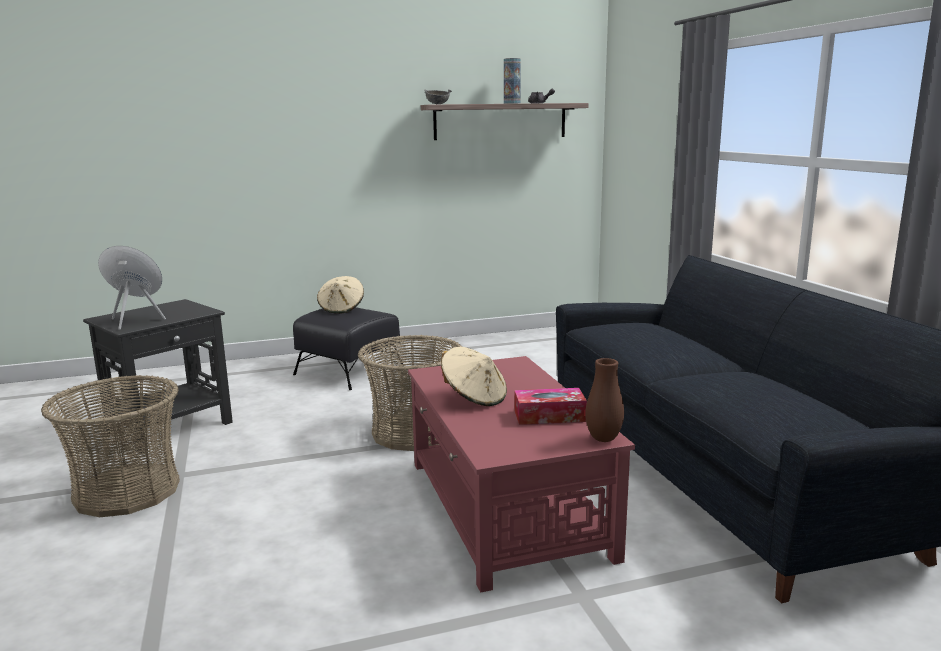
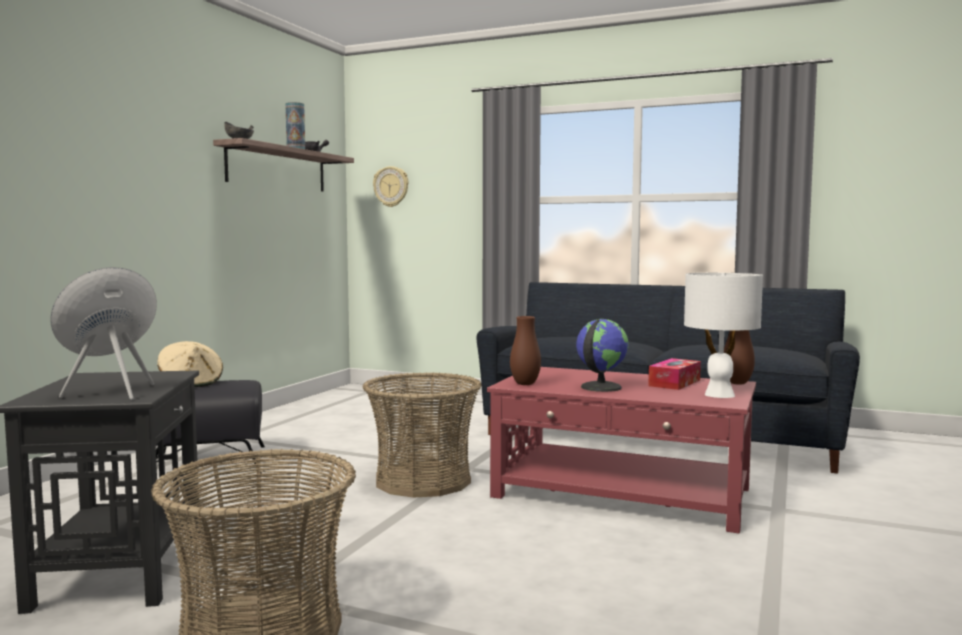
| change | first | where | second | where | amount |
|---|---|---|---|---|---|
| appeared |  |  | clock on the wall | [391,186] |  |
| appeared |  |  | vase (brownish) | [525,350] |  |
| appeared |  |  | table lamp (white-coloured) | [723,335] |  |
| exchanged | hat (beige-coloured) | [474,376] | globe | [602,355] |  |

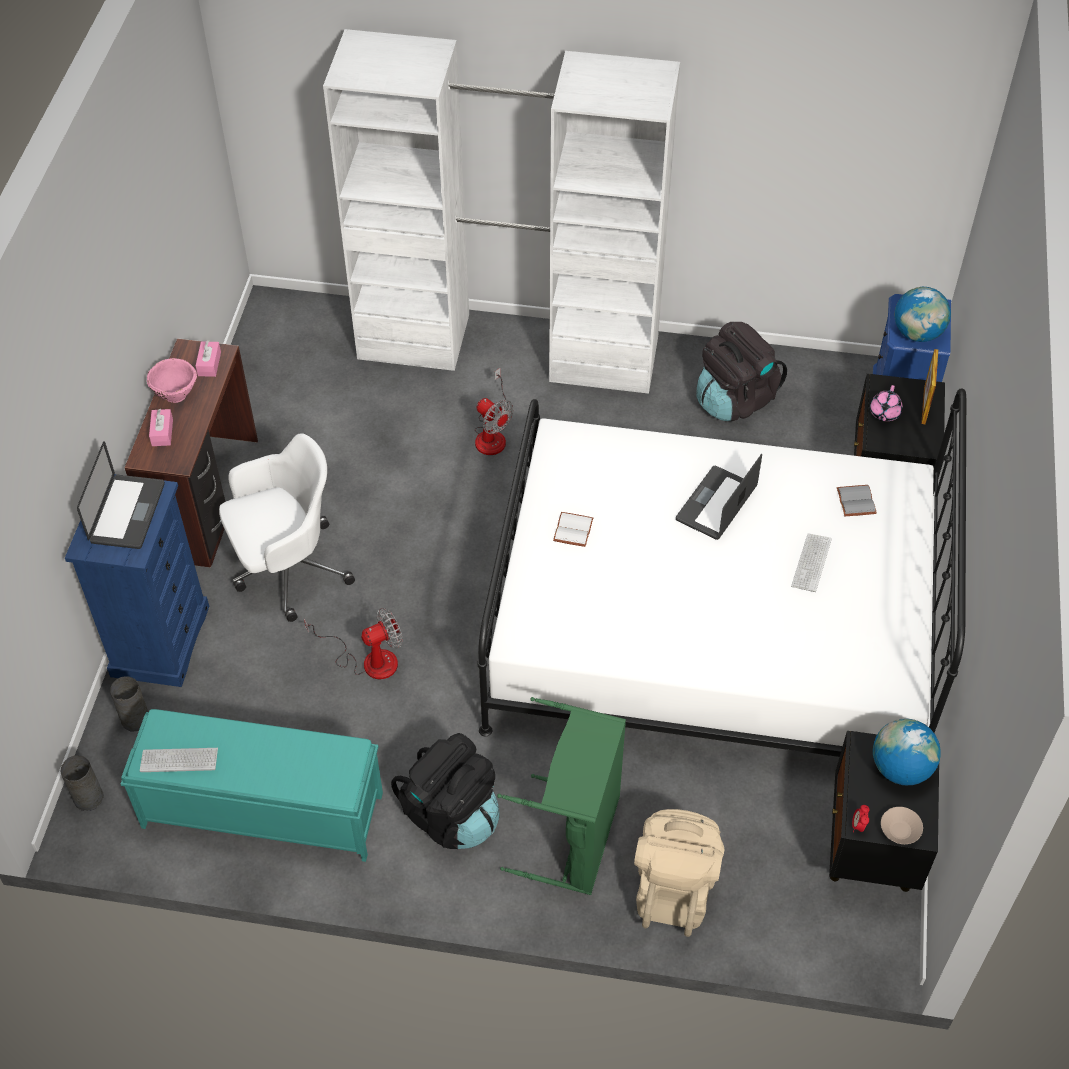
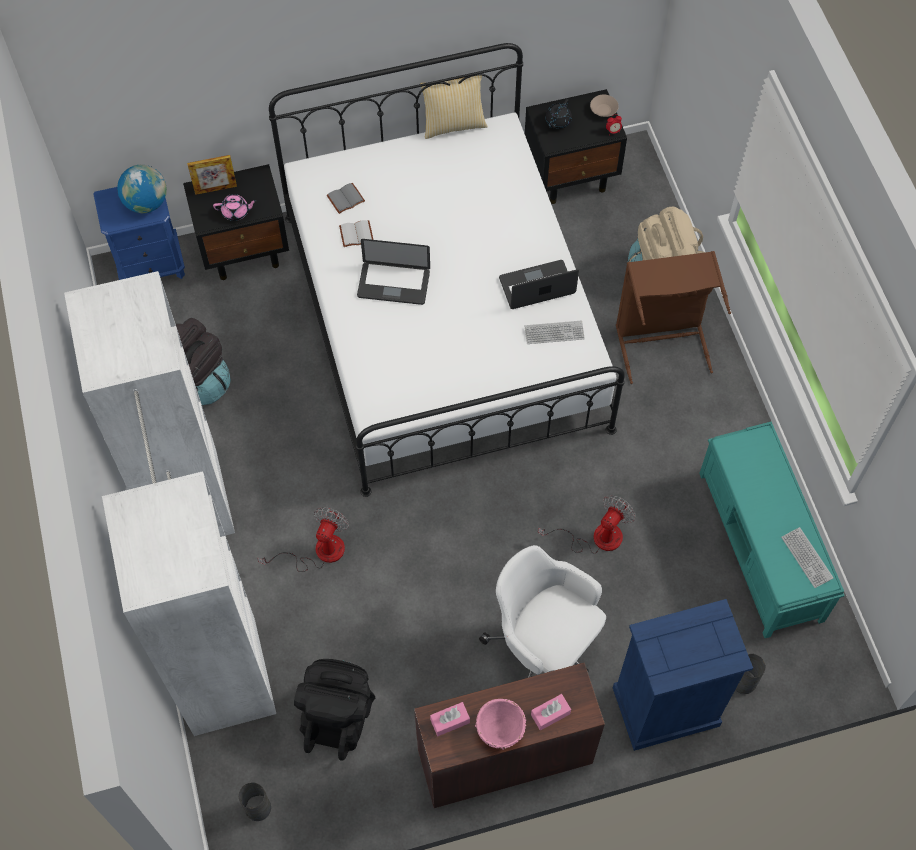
| change | first | where | second | where | amount |
|---|---|---|---|---|---|
| appeared |  |  | throw pillow | [454,106] |  |
| relocated | vase (gray) | [82,783] |  | [255,801] |  |
| relocated | notebook computer | [121,495] |  | [539,284] |  |
| relocated | knapsack (black) | [445,791] |  | [334,710] |  |
| relocated | volume (white-coloured) | [573,529] |  | [356,233] |  |
| relocated | PC keyboard | [811,562] |  | [555,332] |  |
| exchanged | globe | [907,751] | pot for tea (black) | [558,114] |  |
| colour | washing basket (greenish) | [561,796] | washing basket (brownish) | [673,317] |  |
| spun | fan | [353,643] |  | [586,524] | 90 degrees clockwise |

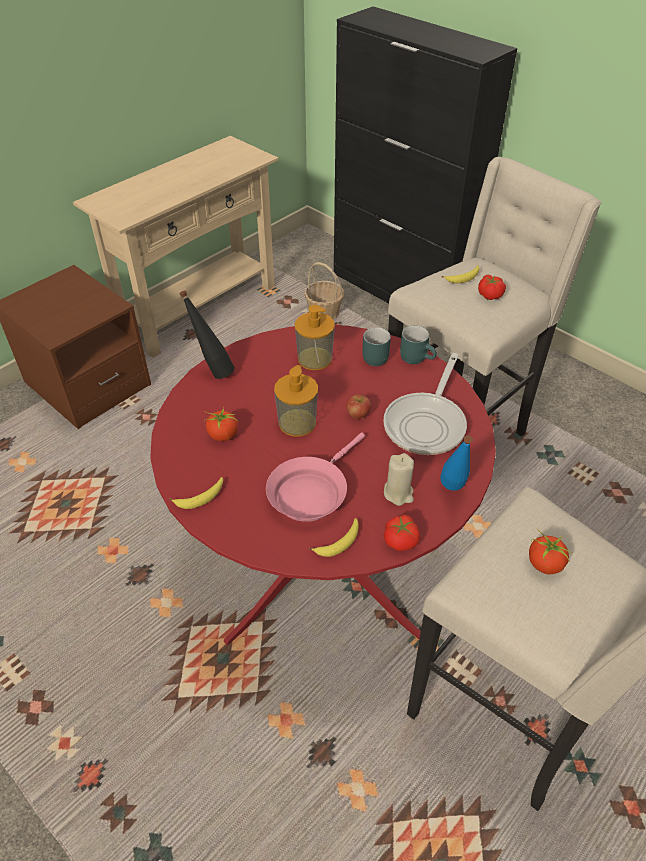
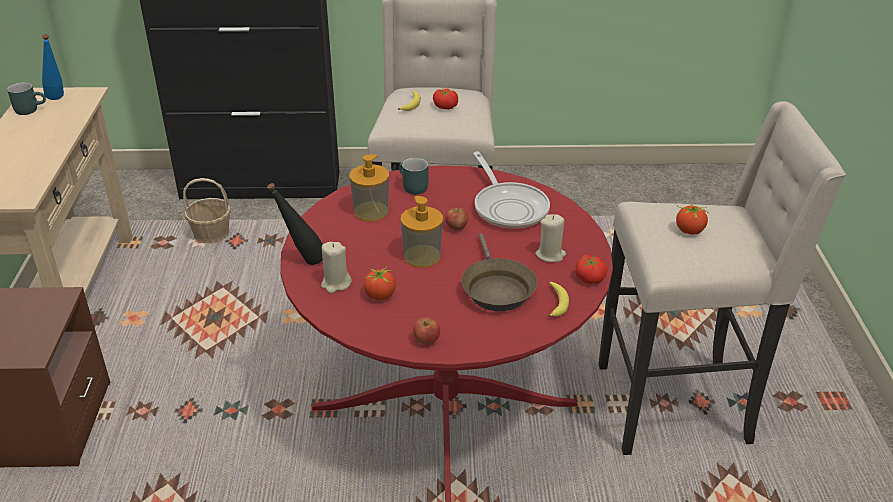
| change | first | where | second | where | amount |
|---|---|---|---|---|---|
| appeared |  |  | wax candle (beige-coloured) | [336,267] |  |
| relocated | tea mug (turquoise) | [418,345] |  | [26,98] |  |
| relocated | beverage bottle (bluish) | [456,463] |  | [53,67] |  |
| exchanged | banana | [196,493] | apple fruit | [426,331] |  |
| colour | frying pan (pink-coloured) | [315,477] | frying pan (brownish) | [499,272] |  |

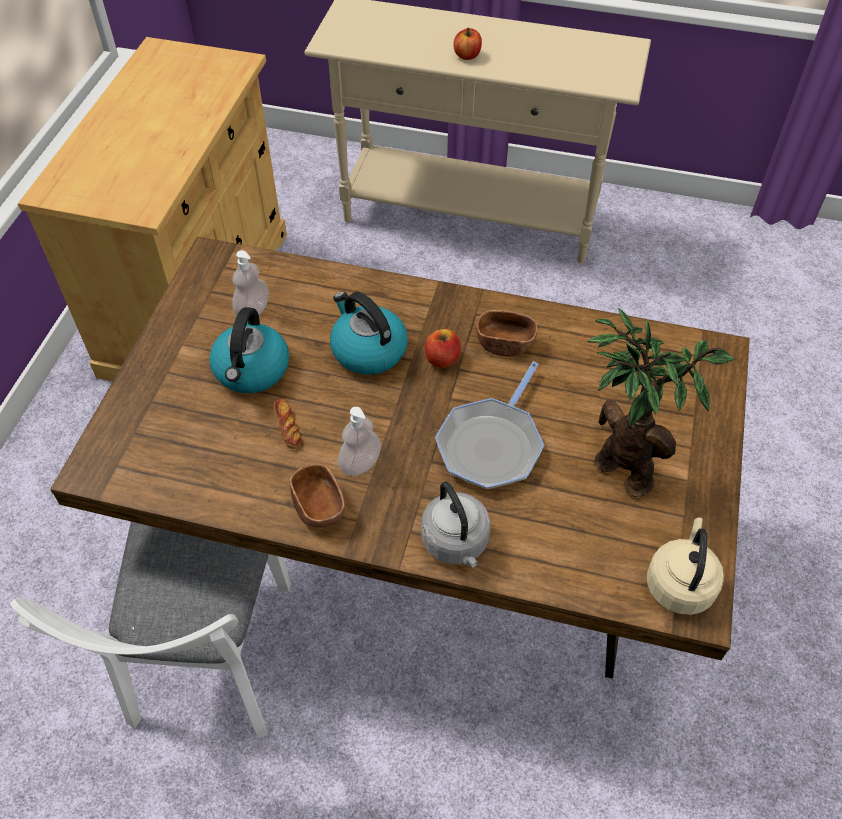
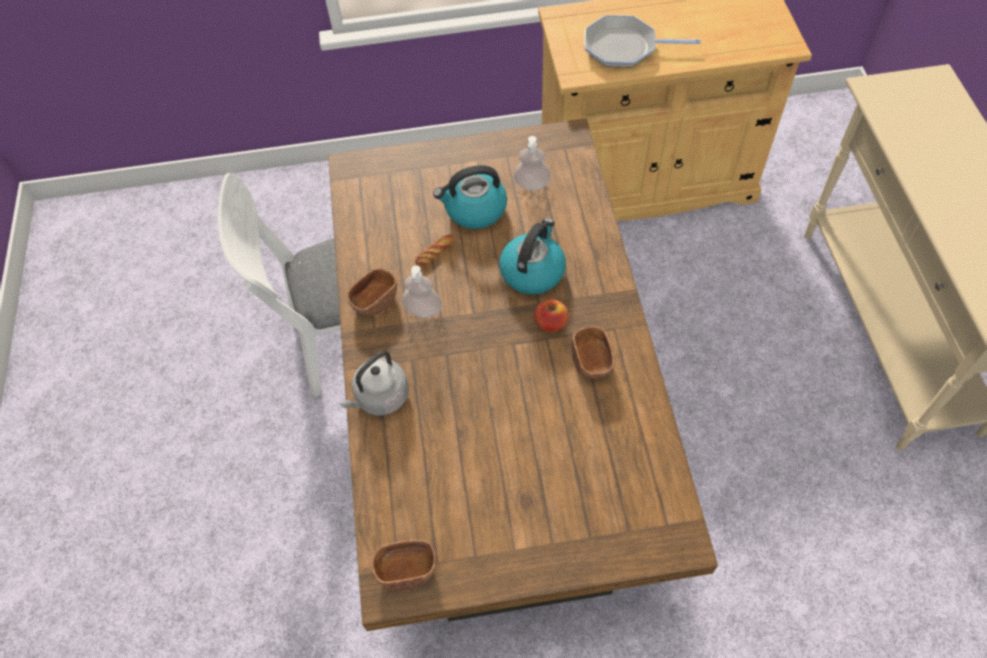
| change | first | where | second | where | amount |
|---|---|---|---|---|---|
| missing | apple fruit | [467,44] |  |  |  |
| missing | potted plant | [661,402] |  |  |  |
| relocated | frying pan | [489,425] |  | [642,41] |  |
| exchanged | water kettle (beige-coloured) | [685,566] | bowl (brownish) | [404,564] |  |

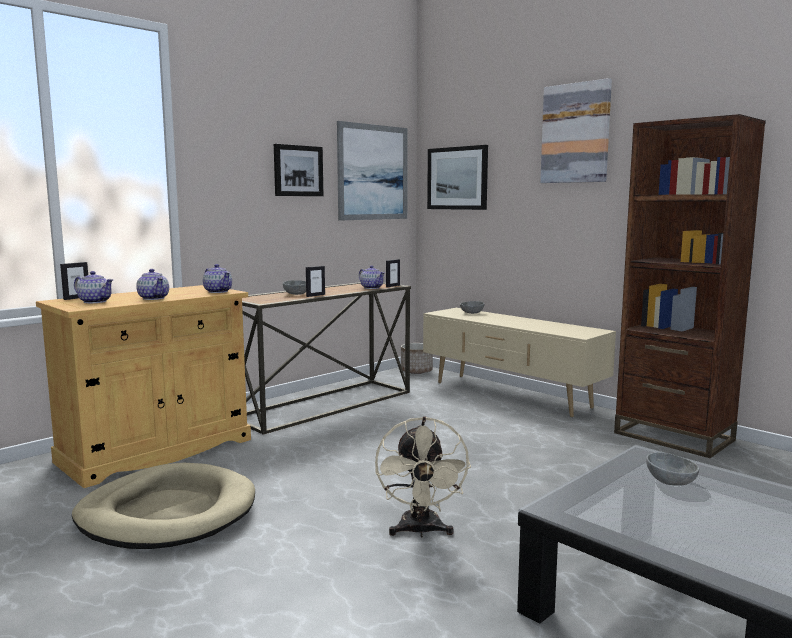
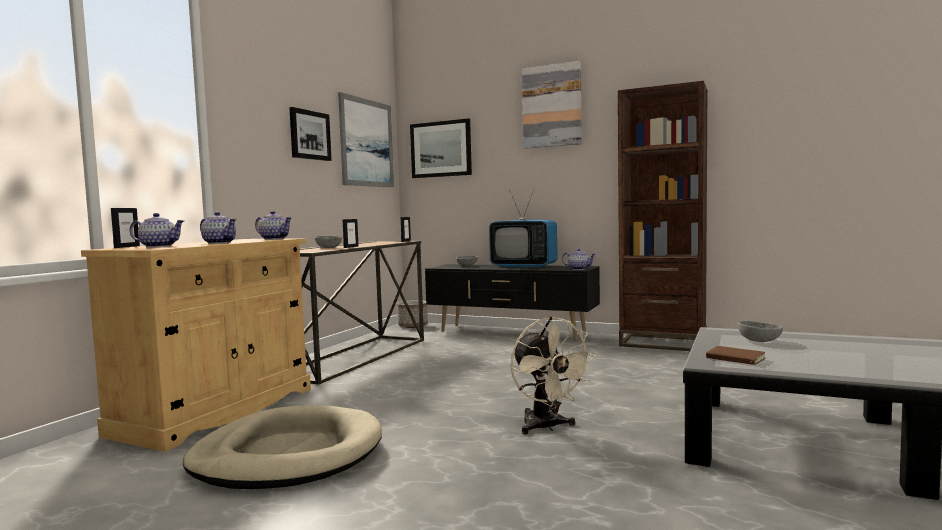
| change | first | where | second | where | amount |
|---|---|---|---|---|---|
| appeared |  |  | TV | [523,229] |  |
| appeared |  |  | volume (brownish) | [736,355] |  |
| relocated | pot for tea | [372,277] |  | [578,259] |  |
| colour | tv stand (beige-coloured) | [519,362] | tv stand (black) | [512,302] |  |

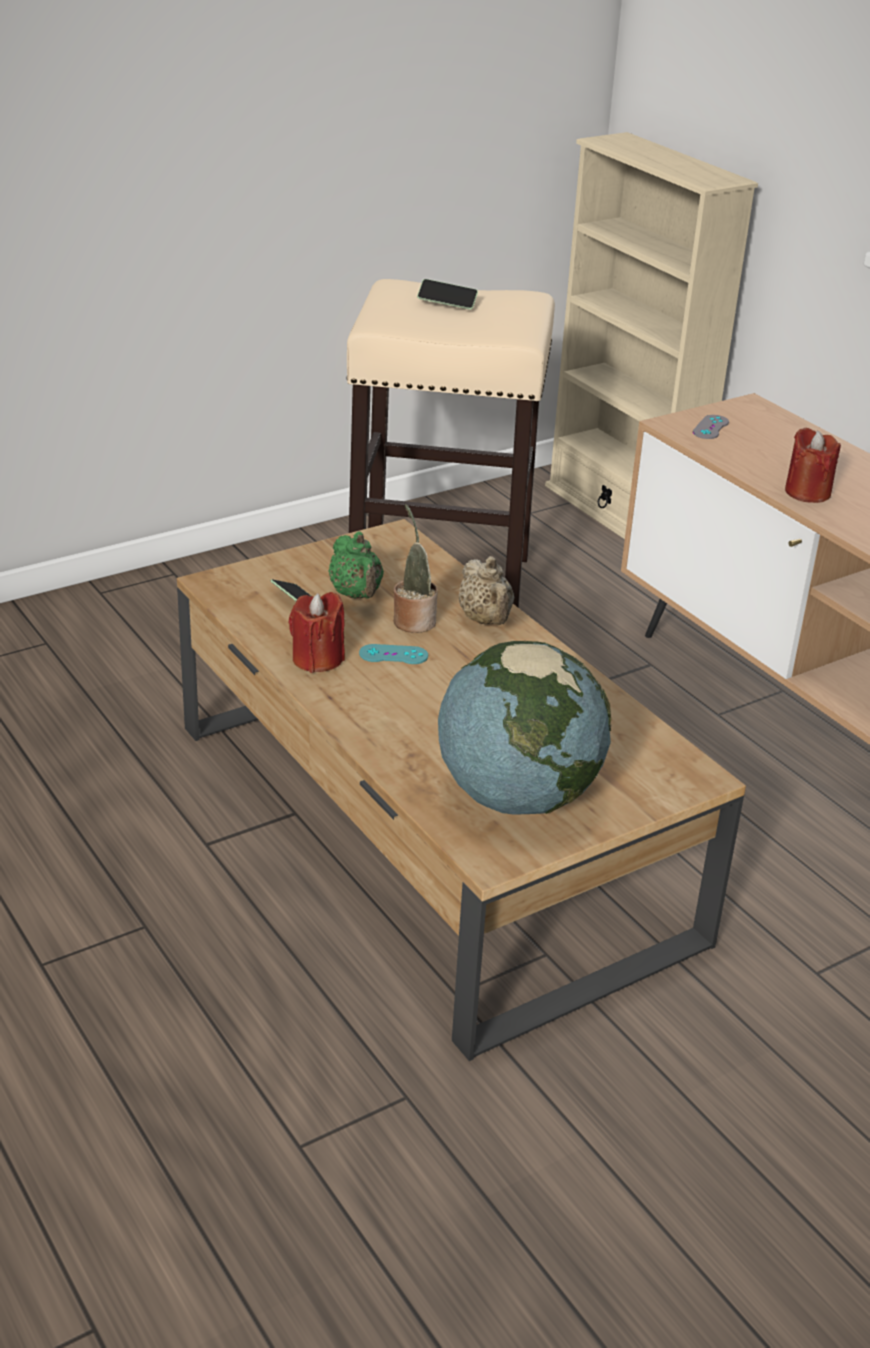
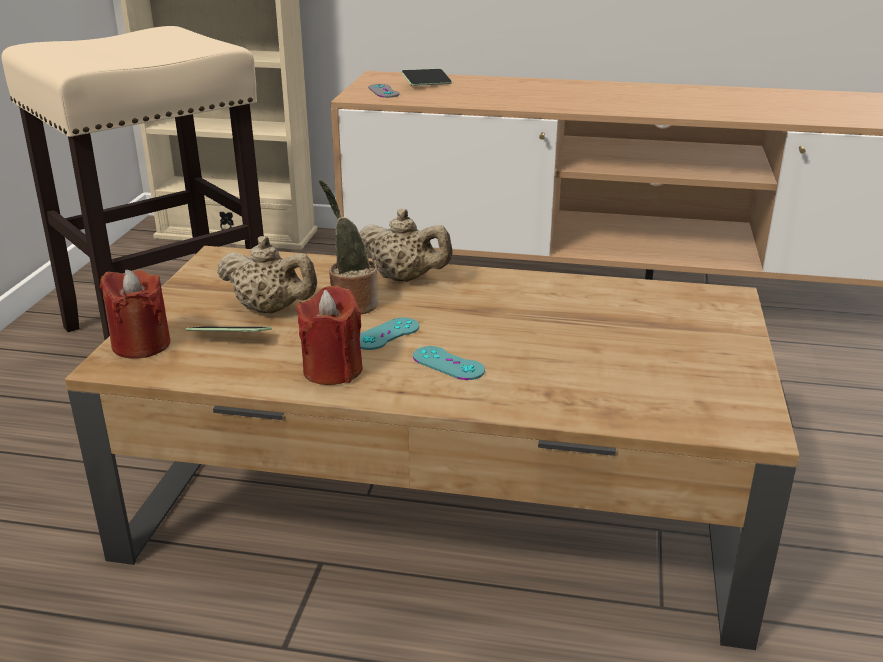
| change | first | where | second | where | amount |
|---|---|---|---|---|---|
| missing | globe | [524,728] |  |  |  |
| appeared |  |  | joypad (turquoise) | [449,363] |  |
| relocated | handset | [447,294] |  | [426,77] |  |
| relocated | wax candle (red) | [813,465] |  | [135,314] |  |
| colour | pot for tea (greenish) | [356,565] | pot for tea (beige-coloured) | [267,275] |  |

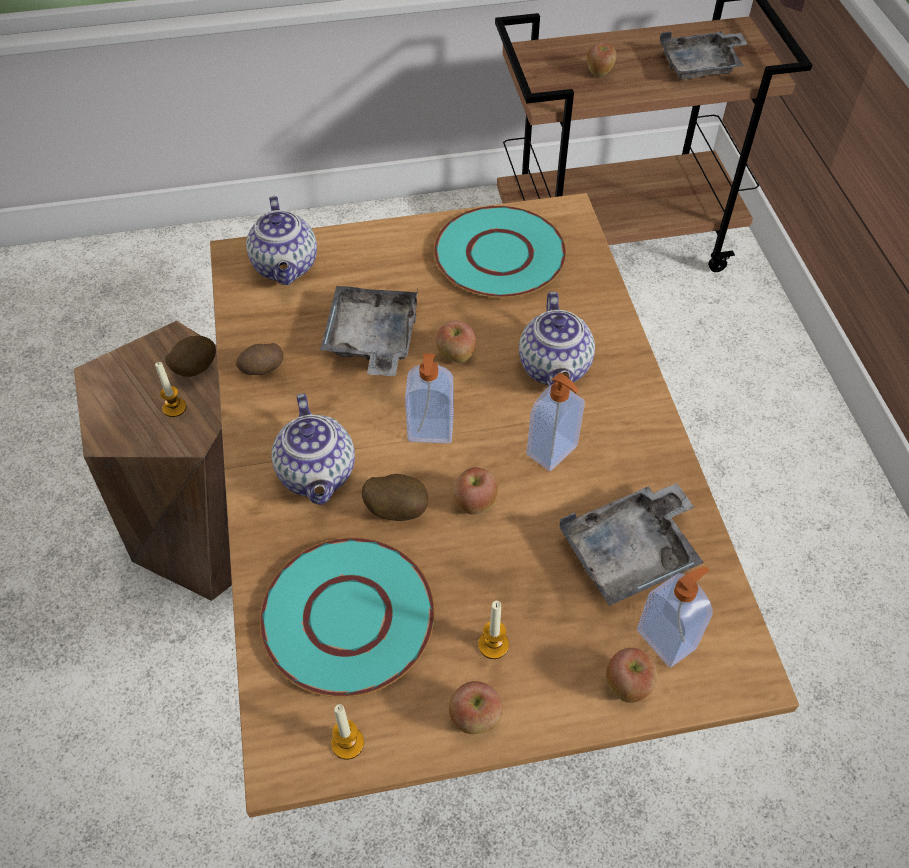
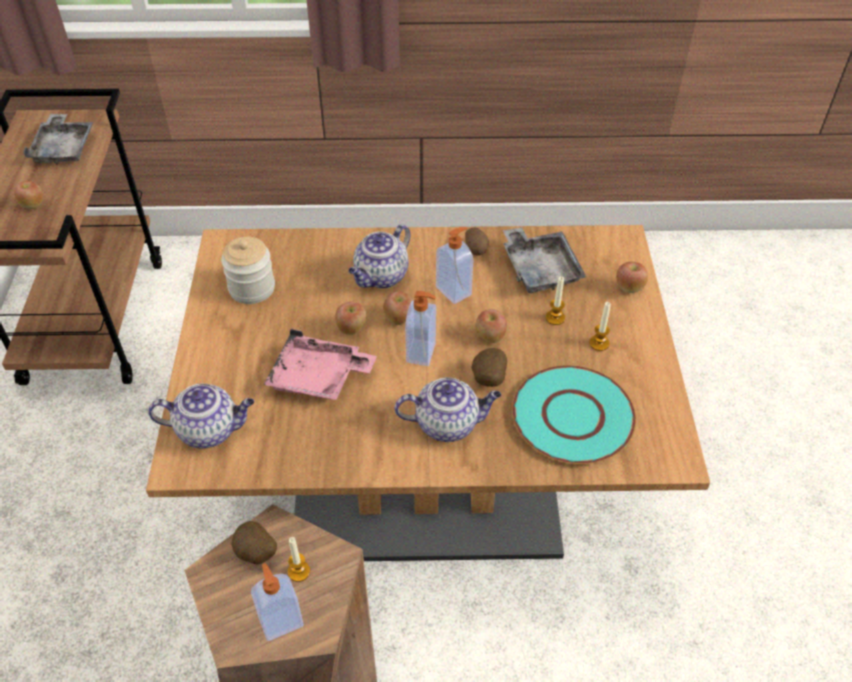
| change | first | where | second | where | amount |
|---|---|---|---|---|---|
| relocated | spud | [260,359] |  | [477,242] |  |
| relocated | wax candle | [347,732] |  | [555,300] |  |
| relocated | apple fruit | [476,707] |  | [398,308] |  |
| relocated | soap dispenser | [675,616] |  | [277,602] |  |
| exchanged | flat dish (turquoise) | [500,252] | preserve jar | [248,270] |  |
| colour | tray (gray) | [369,331] | tray (pink-coloured) | [320,364] |  |
| spun | pot for tea | [557,339] |  | [379,256] | 120 degrees clockwise |

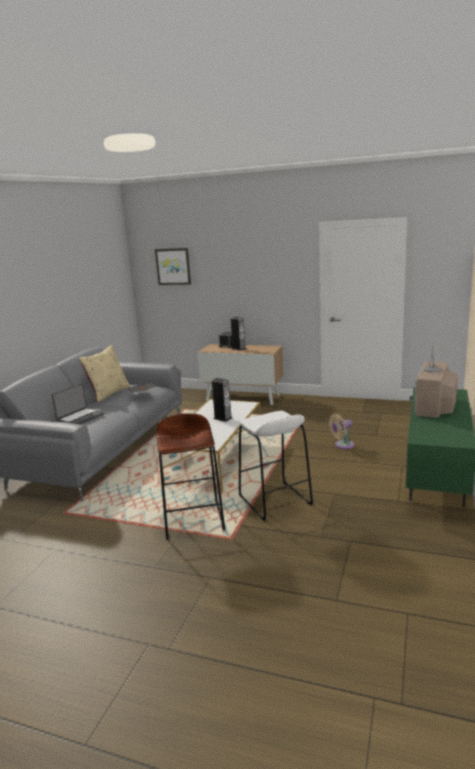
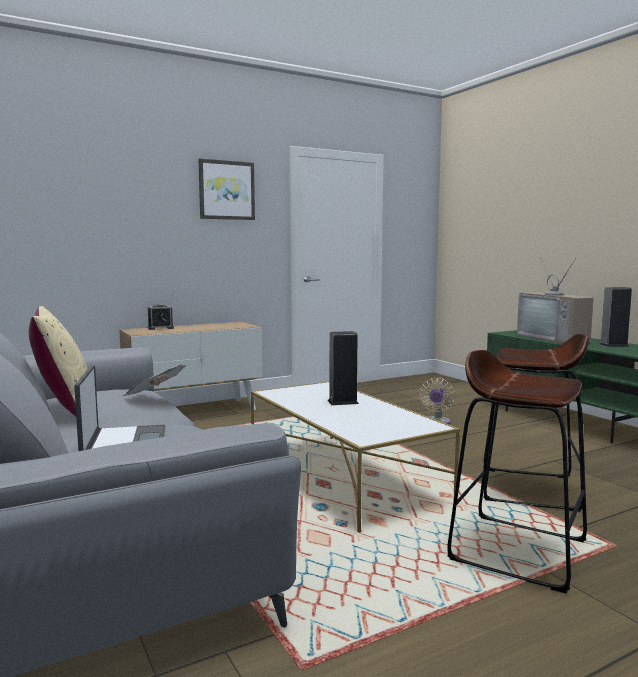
| change | first | where | second | where | amount |
|---|---|---|---|---|---|
| relocated | picture | [173,266] |  | [227,189] |  |
| relocated | audio speaker | [238,334] |  | [615,317] |  |
| colour | stool seat (white-coloured) | [276,466] | stool seat (brownish) | [536,423] |  |

